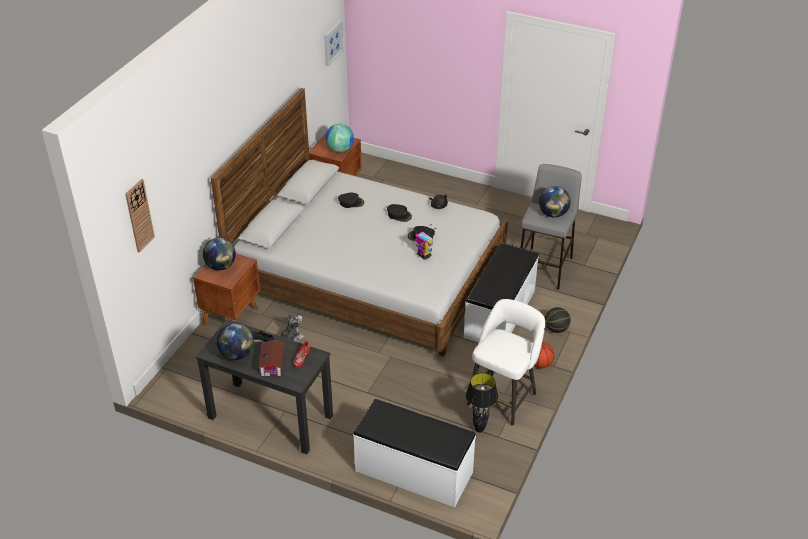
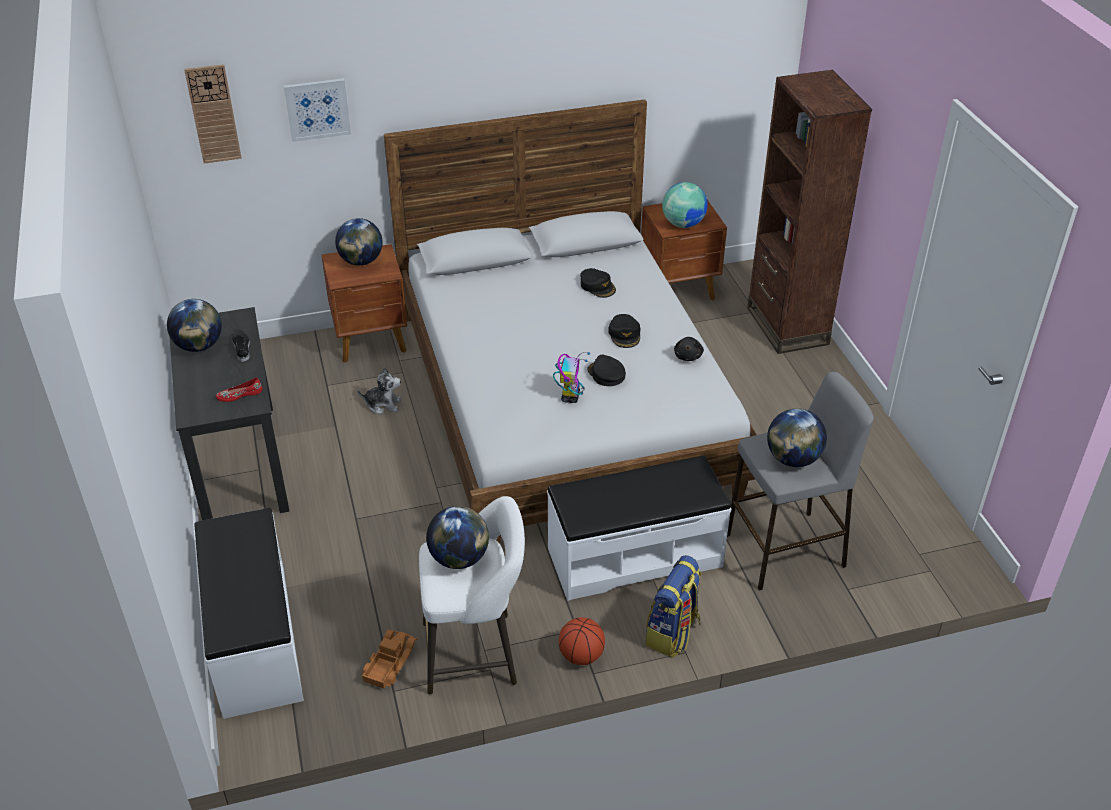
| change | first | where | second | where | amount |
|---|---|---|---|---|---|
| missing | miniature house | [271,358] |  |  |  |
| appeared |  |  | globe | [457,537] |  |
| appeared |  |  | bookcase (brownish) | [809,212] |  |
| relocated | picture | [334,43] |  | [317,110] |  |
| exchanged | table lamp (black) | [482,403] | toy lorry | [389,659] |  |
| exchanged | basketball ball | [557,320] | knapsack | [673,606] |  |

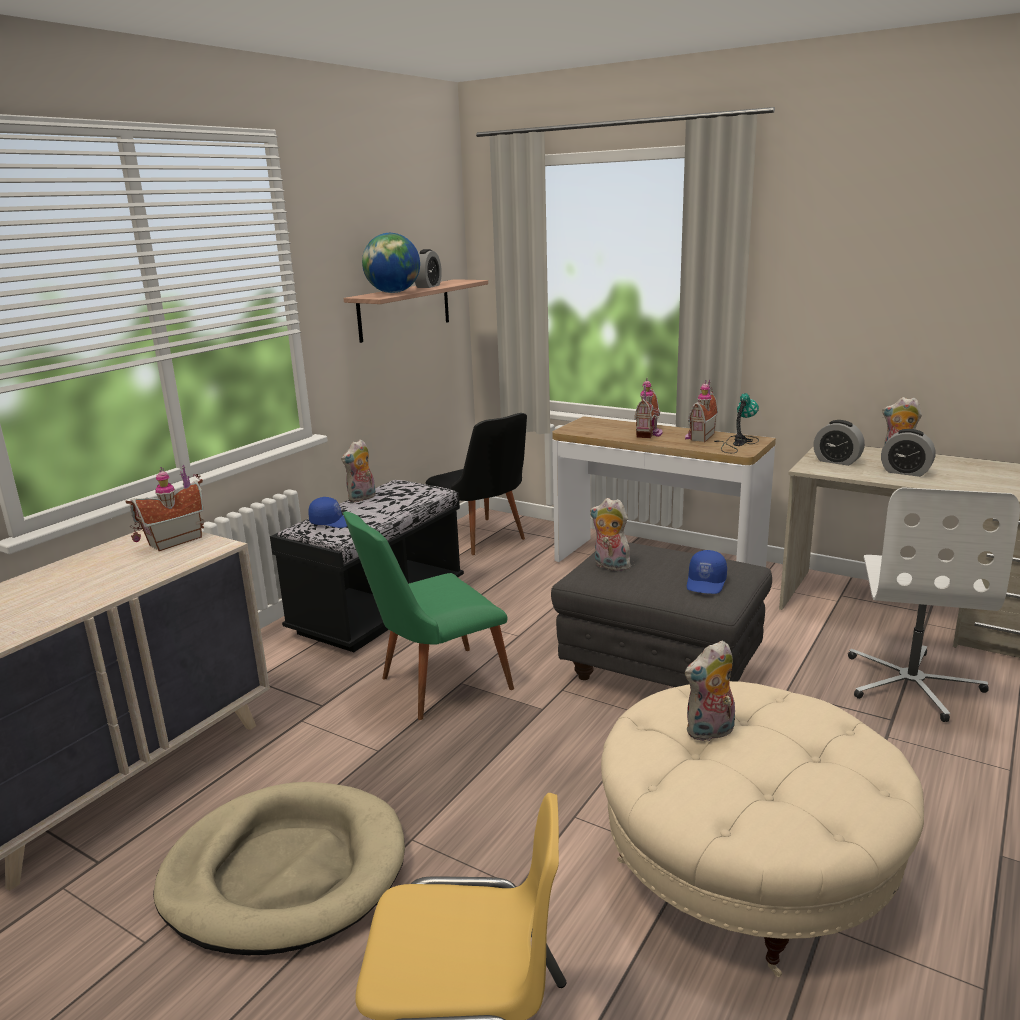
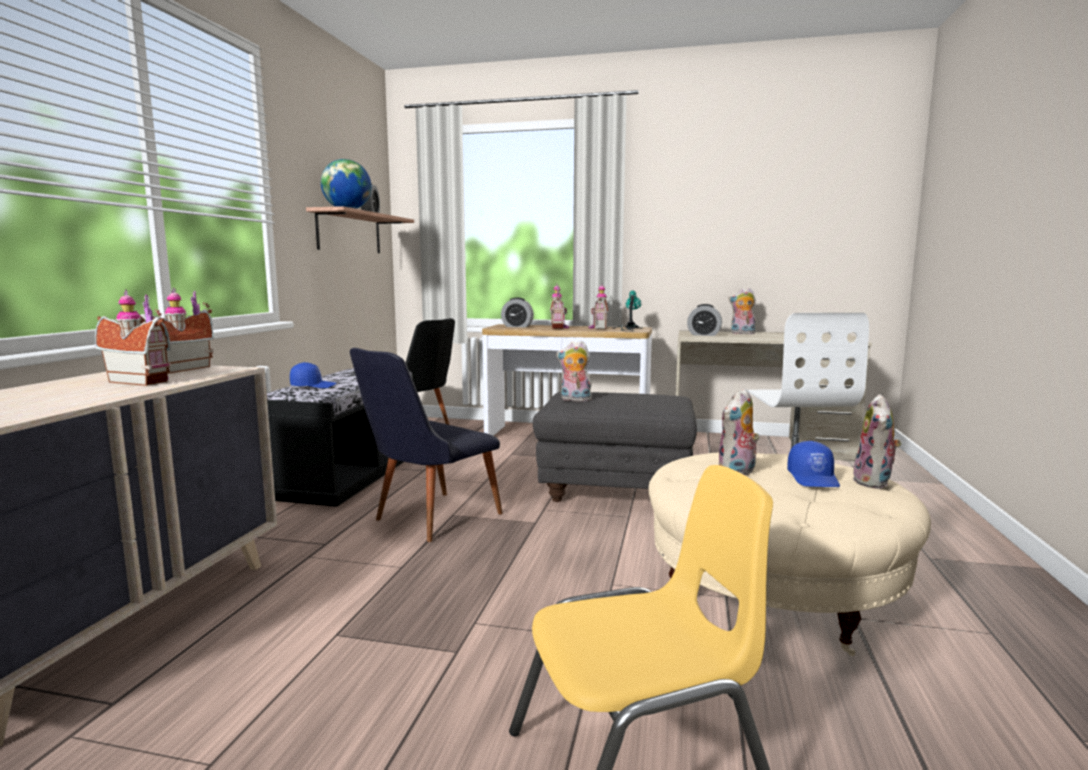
| change | first | where | second | where | amount |
|---|---|---|---|---|---|
| missing | pet bed (beige-coloured) | [279,868] |  |  |  |
| appeared |  |  | miniature house | [133,338] |  |
| relocated | cuddly toy | [358,470] |  | [877,441] |  |
| relocated | cap (bluish) | [707,572] |  | [813,464] |  |
| relocated | table clock | [908,453] |  | [517,312] |  |
| colour | chair (greenish) | [428,615] | chair (black) | [426,445] |  |

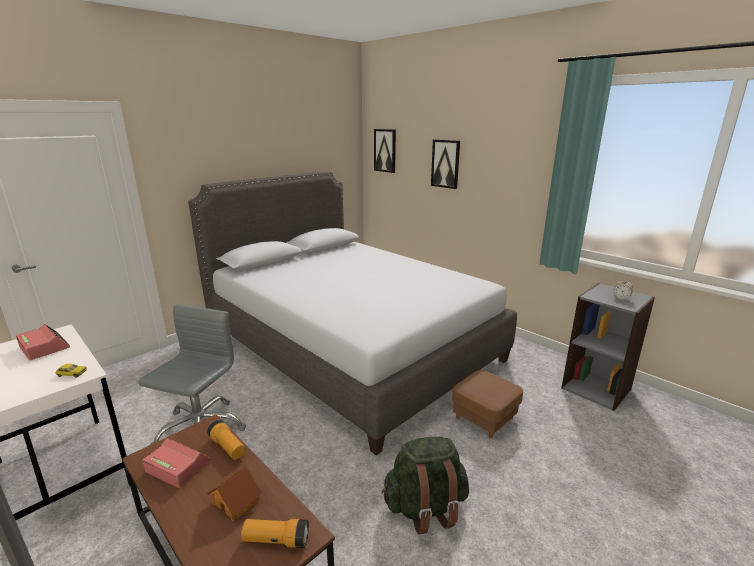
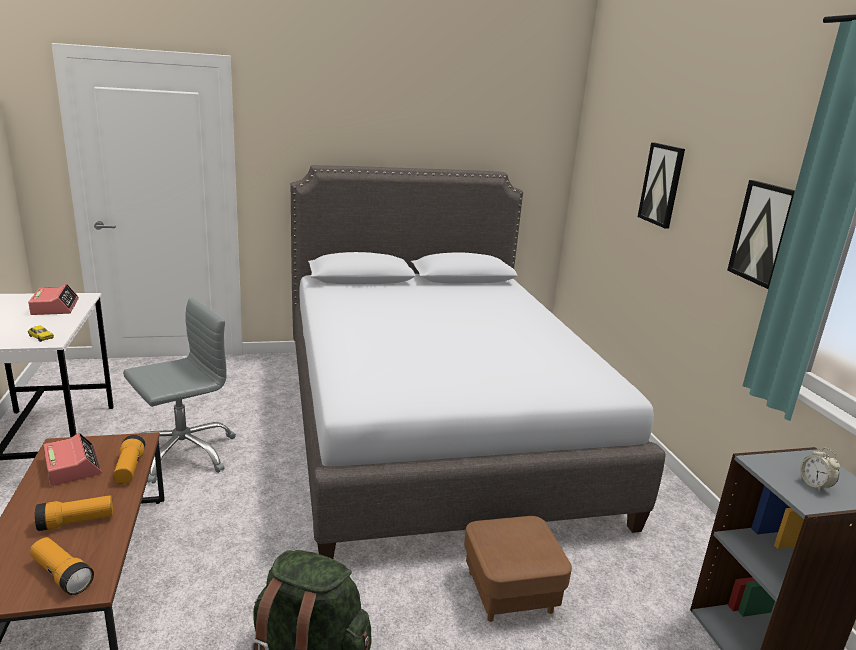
| change | first | where | second | where | amount |
|---|---|---|---|---|---|
| relocated | picture | [385,151] |  | [761,234] |  |
| exchanged | miniature house | [234,493] | torch | [74,513] |  |

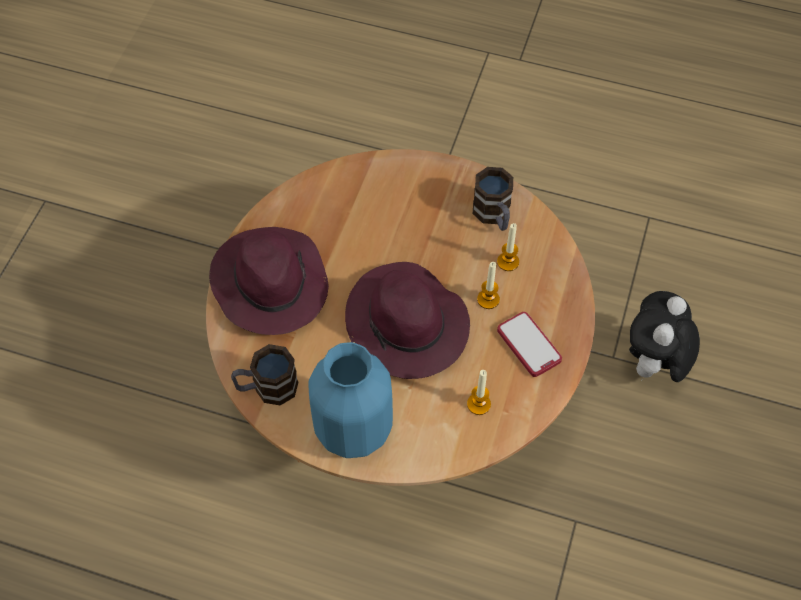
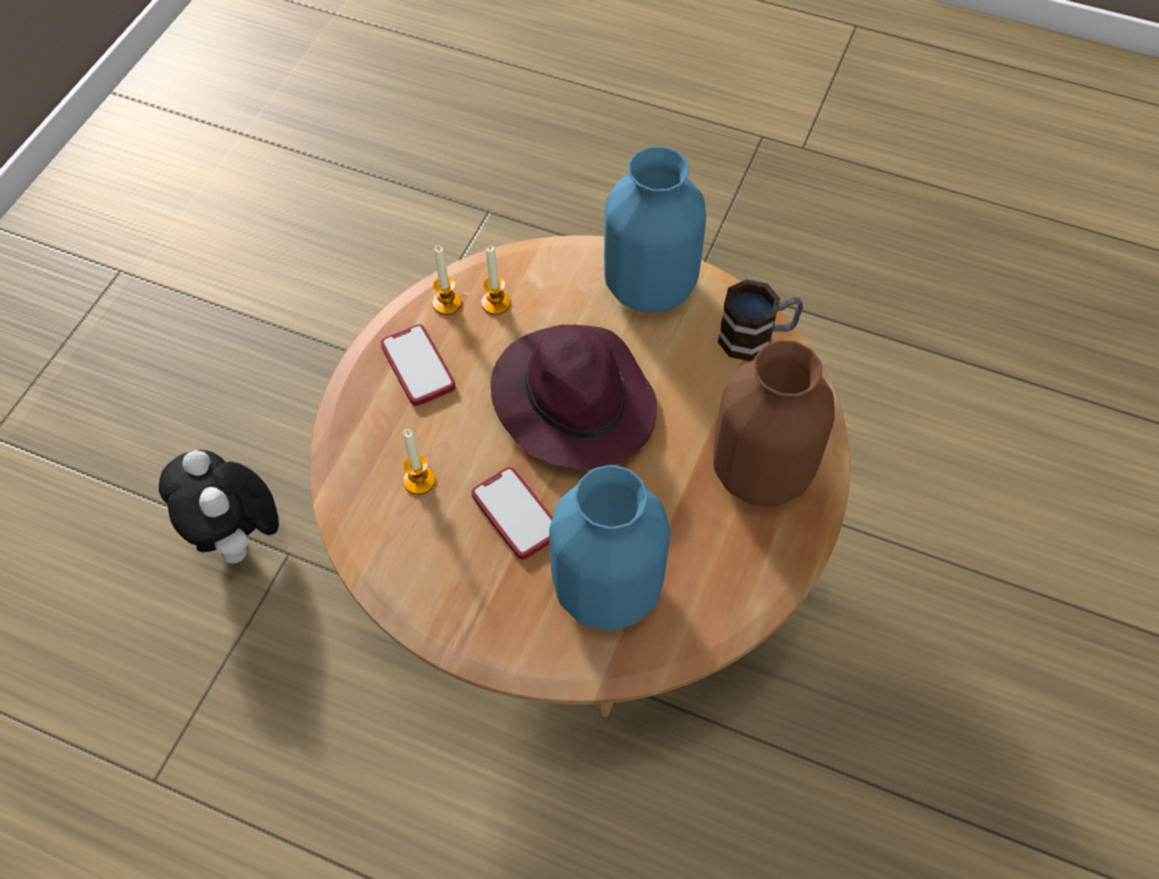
| change | first | where | second | where | amount |
|---|---|---|---|---|---|
| missing | tea mug | [493,199] |  |  |  |
| appeared |  |  | handset | [512,513] |  |
| appeared |  |  | vase (bluish) | [609,548] |  |
| relocated | wax candle | [488,285] |  | [447,280] |  |
| exchanged | hat (purplish) | [269,281] | vase (brownish) | [774,423] |  |
| spun | cuddly toy | [664,336] |  | [219,510] | 120 degrees clockwise |

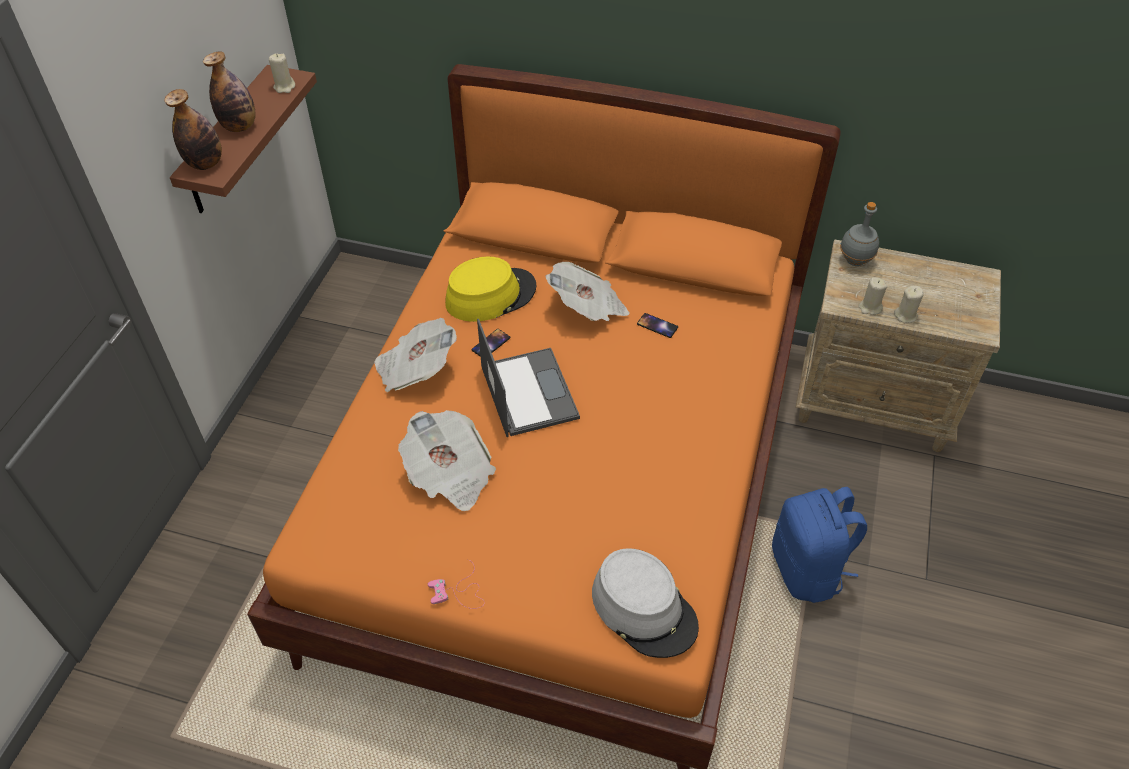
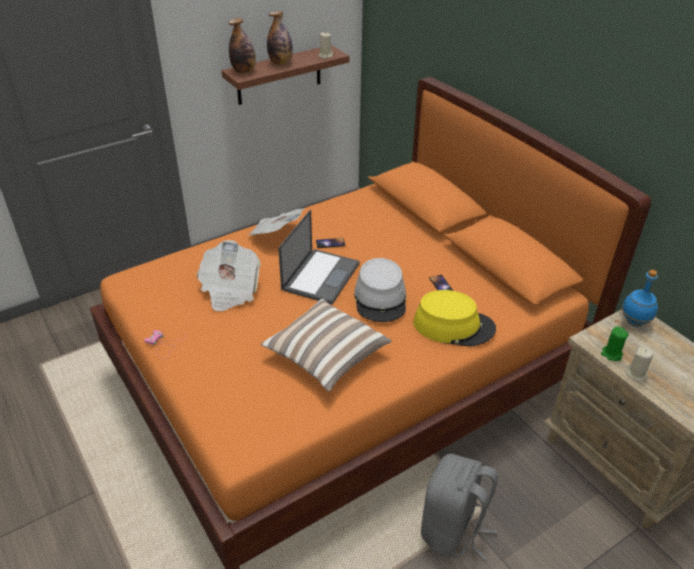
| change | first | where | second | where | amount |
|---|---|---|---|---|---|
| missing | printed paper | [588,291] |  |  |  |
| appeared |  |  | throw pillow | [326,345] |  |
| relocated | hat (yellow-coloured) | [490,289] |  | [454,318] |  |
| relocated | hat (gray) | [645,603] |  | [380,290] |  |
| colour | knapsack (bluish) | [819,545] | knapsack (gray) | [459,506] |  |
| colour | beverage bottle (gray) | [859,234] | beverage bottle (bluish) | [640,298] |  |
| colour | wax candle (beige-coloured) | [872,296] | wax candle (greenish) | [615,343] |  |

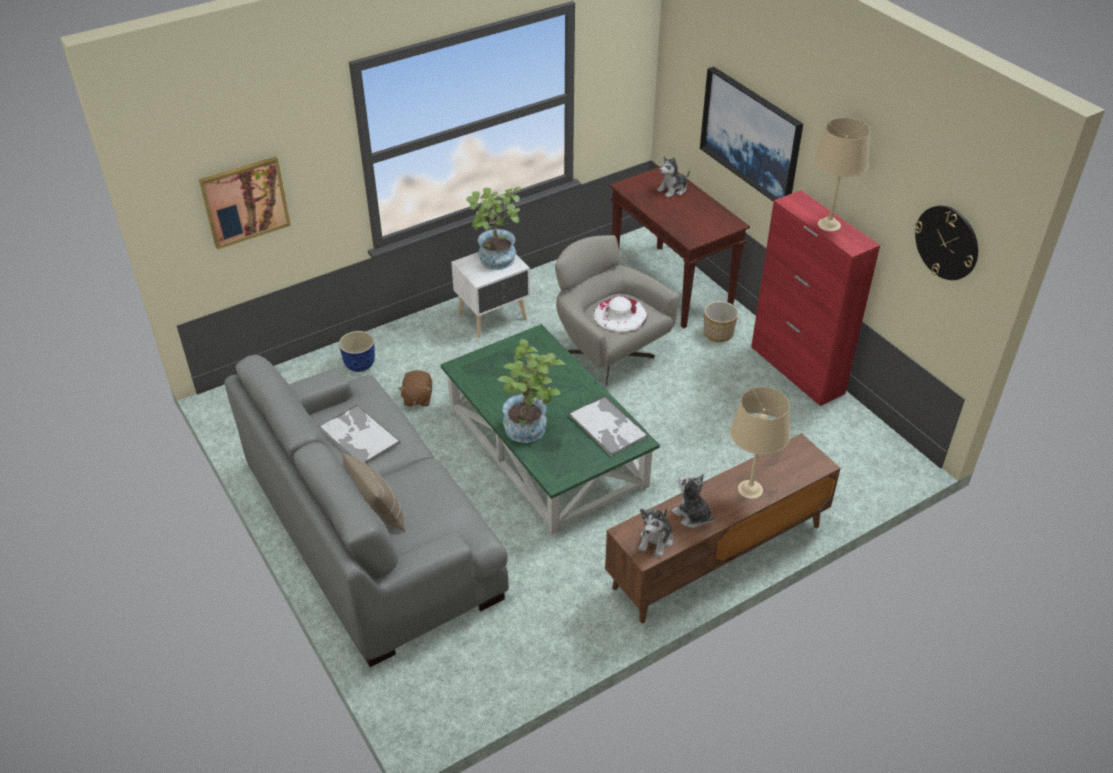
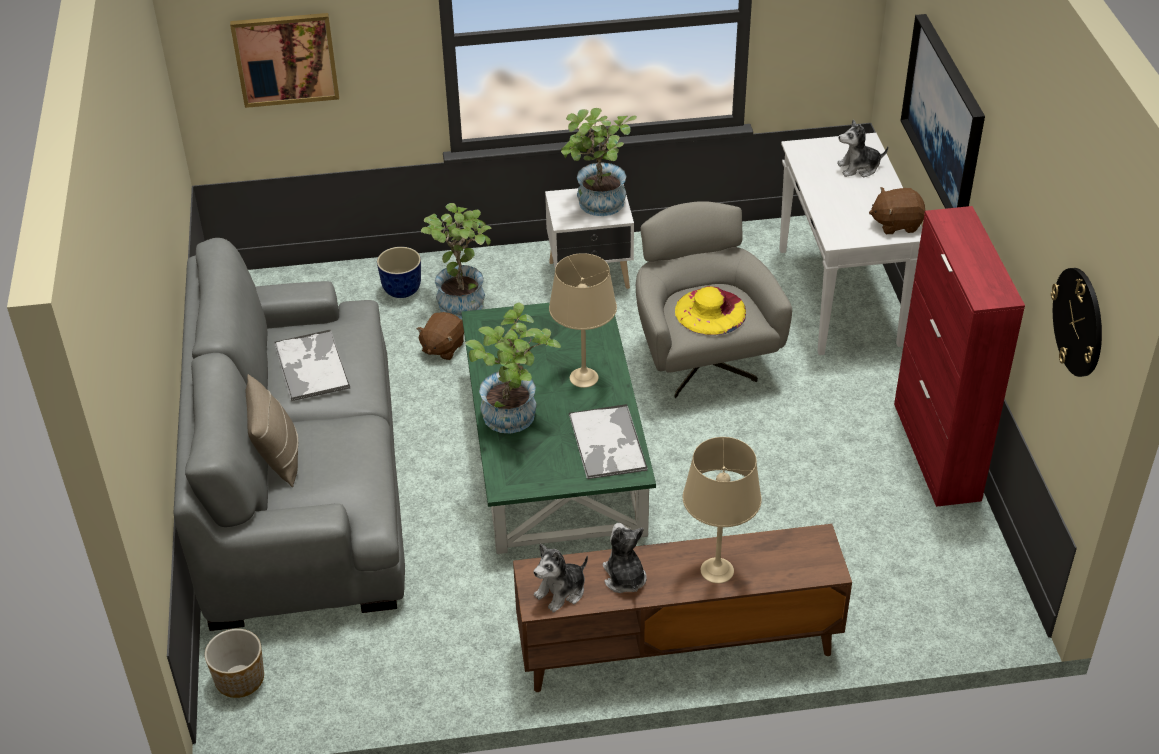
| change | first | where | second | where | amount |
|---|---|---|---|---|---|
| appeared |  |  | potted plant | [456,261] |  |
| appeared |  |  | cuddly toy (brownish) | [897,210] |  |
| relocated | flower pot | [721,321] |  | [234,663] |  |
| relocated | table lamp (beige-coloured) | [842,175] |  | [583,320] |  |
| colour | hat (white-coloured) | [620,314] | hat (yellow-coloured) | [710,310] |  |
| colour | console table (brownish) | [680,247] | console table (white-coloured) | [850,244] |  |

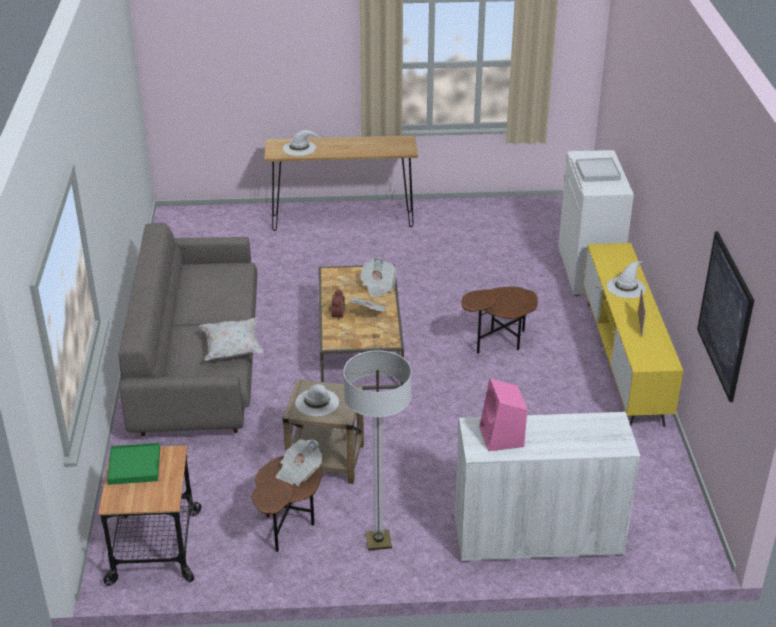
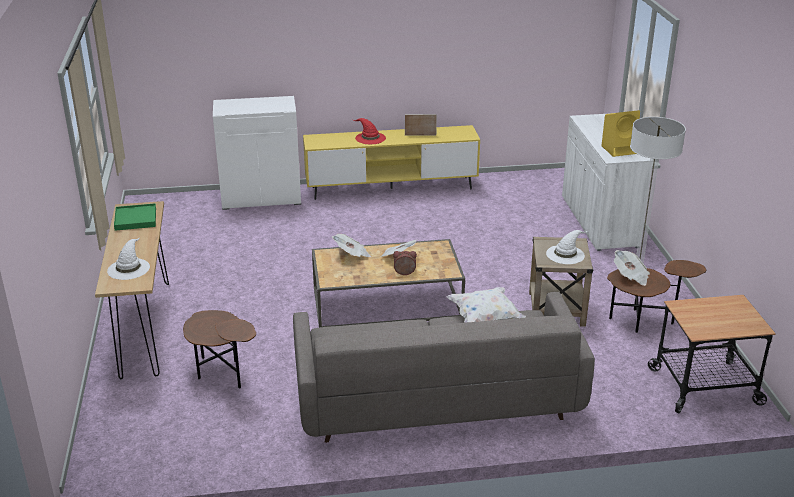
| change | first | where | second | where | amount |
|---|---|---|---|---|---|
| missing | tray (white-coloured) | [598,170] |  |  |  |
| missing | picture | [725,317] |  |  |  |
| relocated | tray (greenish) | [133,464] |  | [135,217] |  |
| relocated | side table (brownish) | [499,320] |  | [219,349] |  |
| colour | audio speaker (pink-coloured) | [503,414] | audio speaker (yellow-coloured) | [620,133] |  |
| colour | hat (white-coloured) | [626,279] | hat (red) | [369,131] |  |

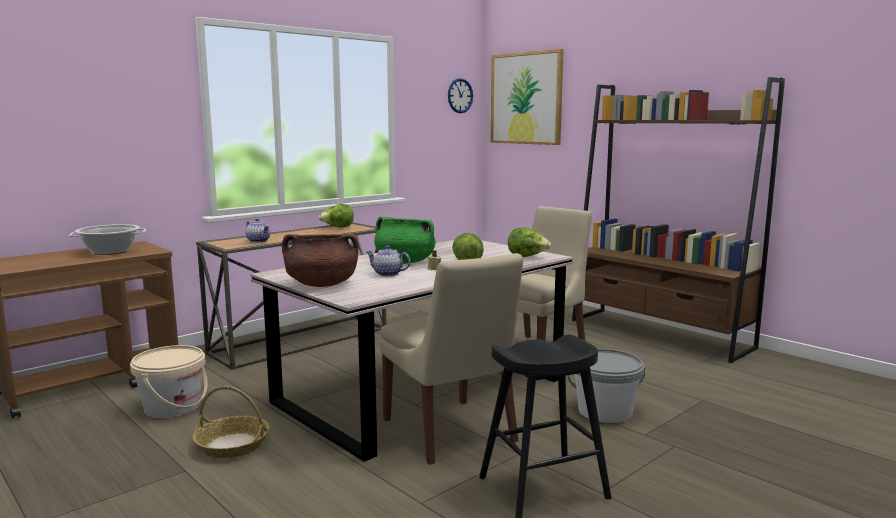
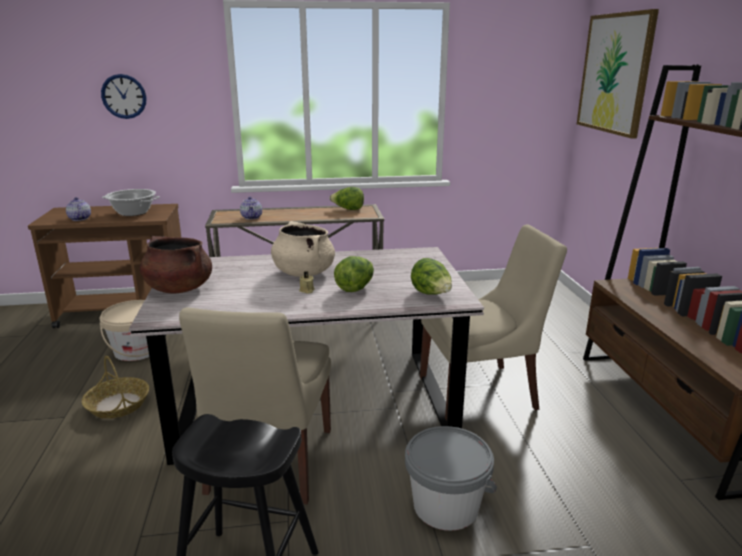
| change | first | where | second | where | amount |
|---|---|---|---|---|---|
| relocated | pot for tea | [388,260] |  | [78,209] |  |
| relocated | clock on the wall | [460,95] |  | [123,96] |  |
| colour | cooking pot (greenish) | [405,240] | cooking pot (beige-coloured) | [303,249] |  |

